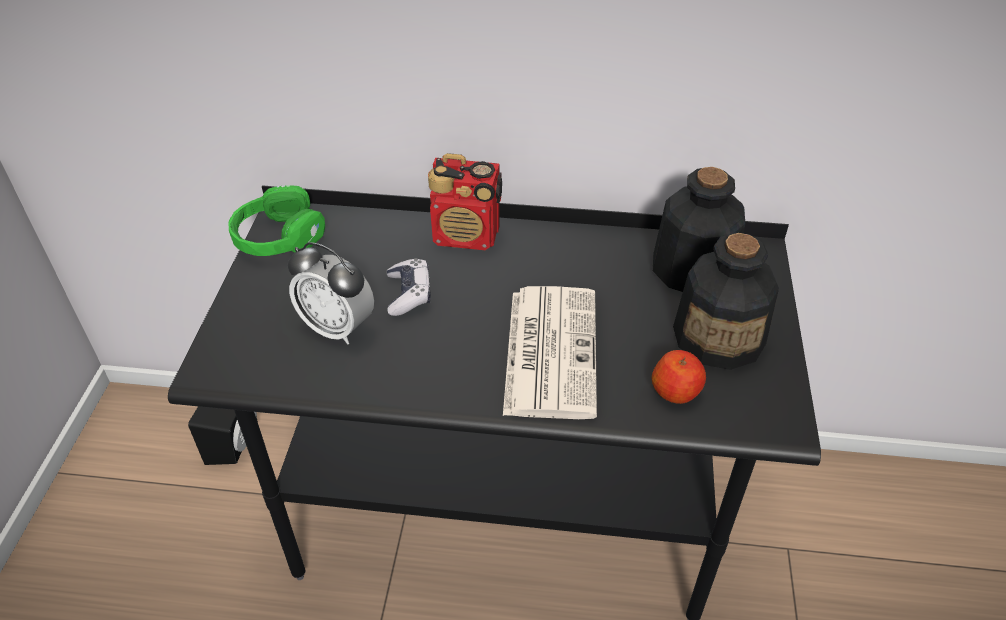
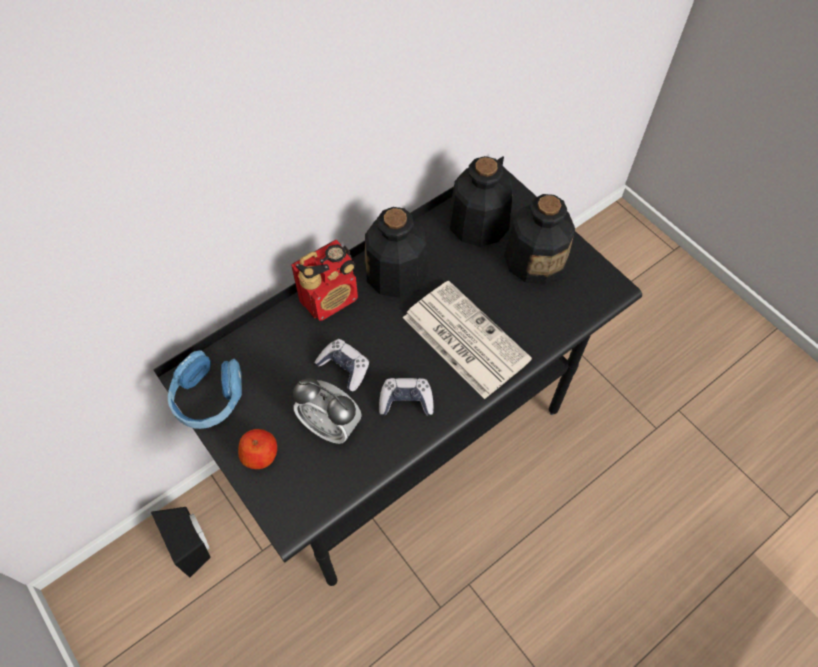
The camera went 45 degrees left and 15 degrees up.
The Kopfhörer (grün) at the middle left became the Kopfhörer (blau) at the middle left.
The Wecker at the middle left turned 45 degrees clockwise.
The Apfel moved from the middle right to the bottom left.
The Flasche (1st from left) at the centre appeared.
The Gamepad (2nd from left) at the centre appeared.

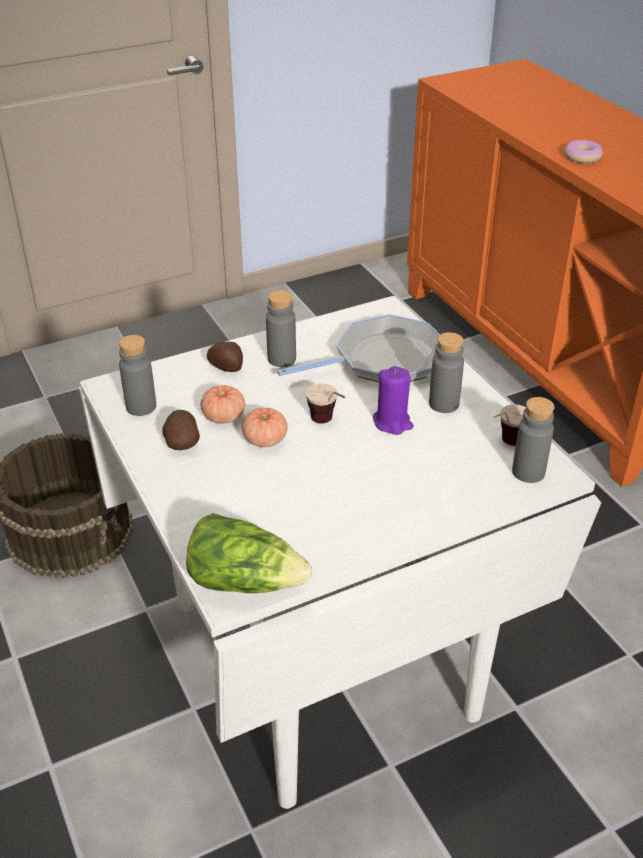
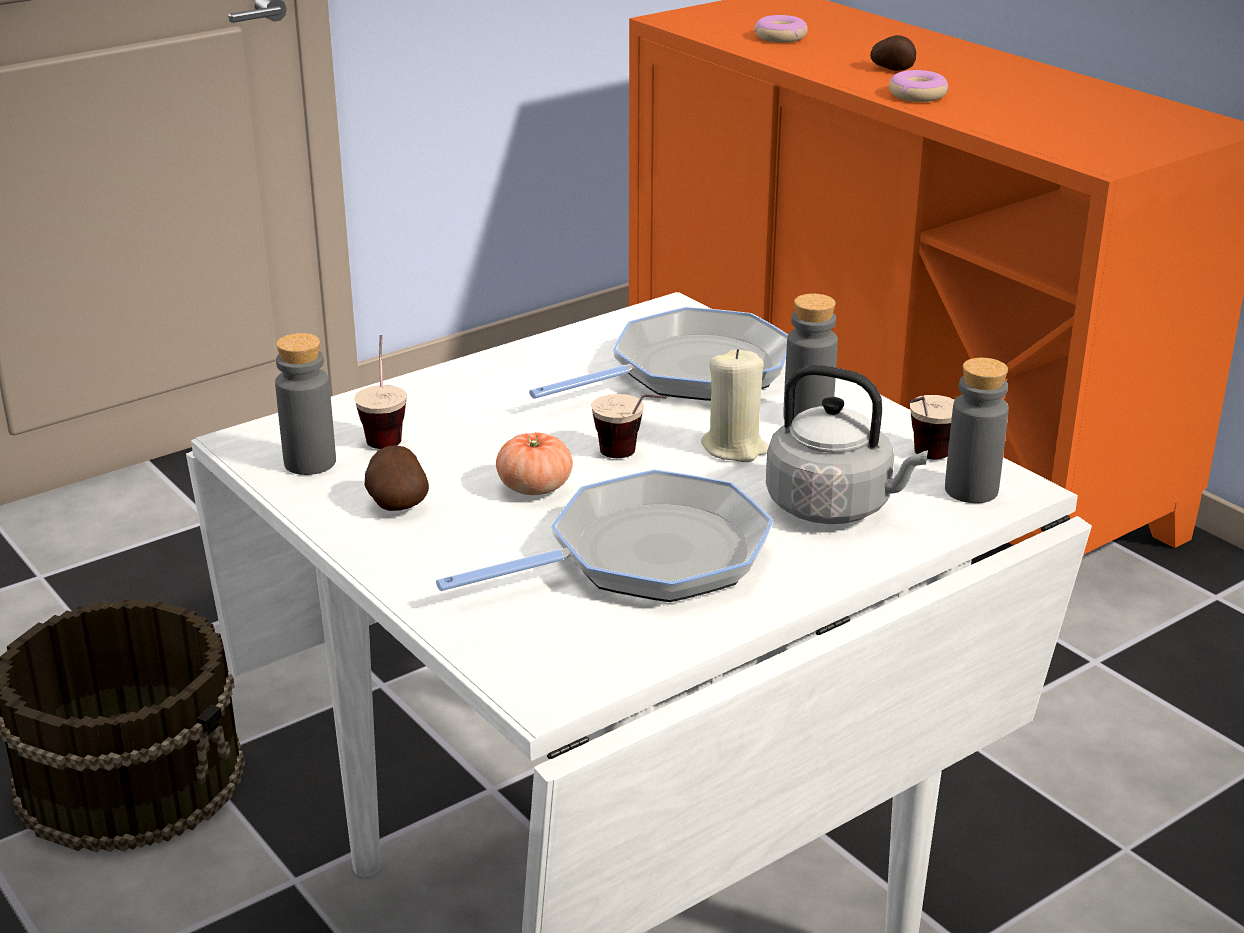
The camera went 10 degrees left and 10 degrees down.
The Salatkopf at the centre disappeared.
The Tomate (1st from left) at the centre disappeared.
The Kartoffel (2nd from left) moved from the centre to the top right.
The Flasche (grau) (2nd from left) at the centre disappeared.
The Kerze (lila) at the centre became the Kerze (beige) at the centre.
The Tasse (1st from left) at the middle left appeared.
The Pfanne (1st from left) at the centre appeared.
The Donut (1st from left) at the top centre appeared.
The Wasserkessel (grau) at the middle right appeared.

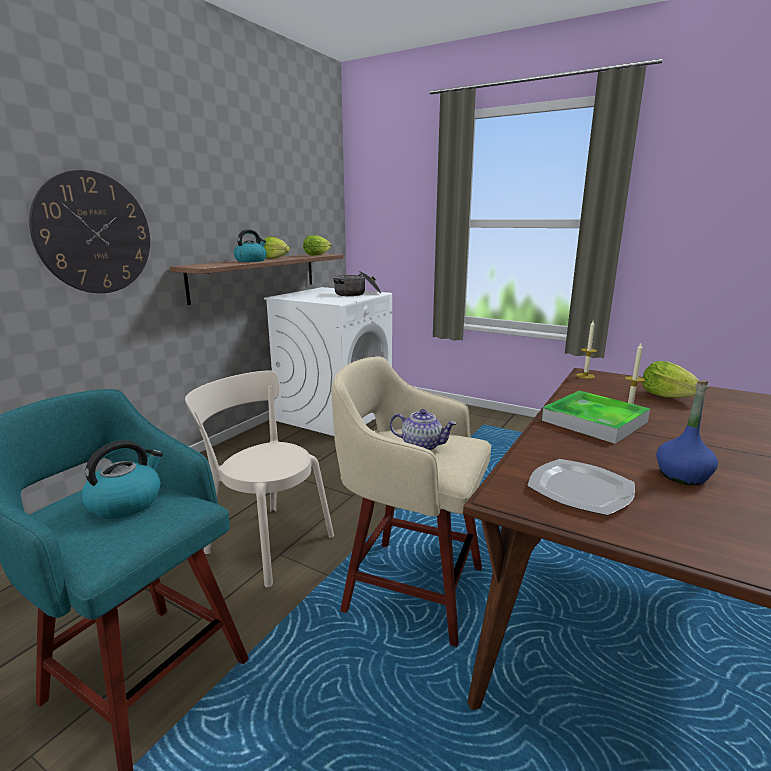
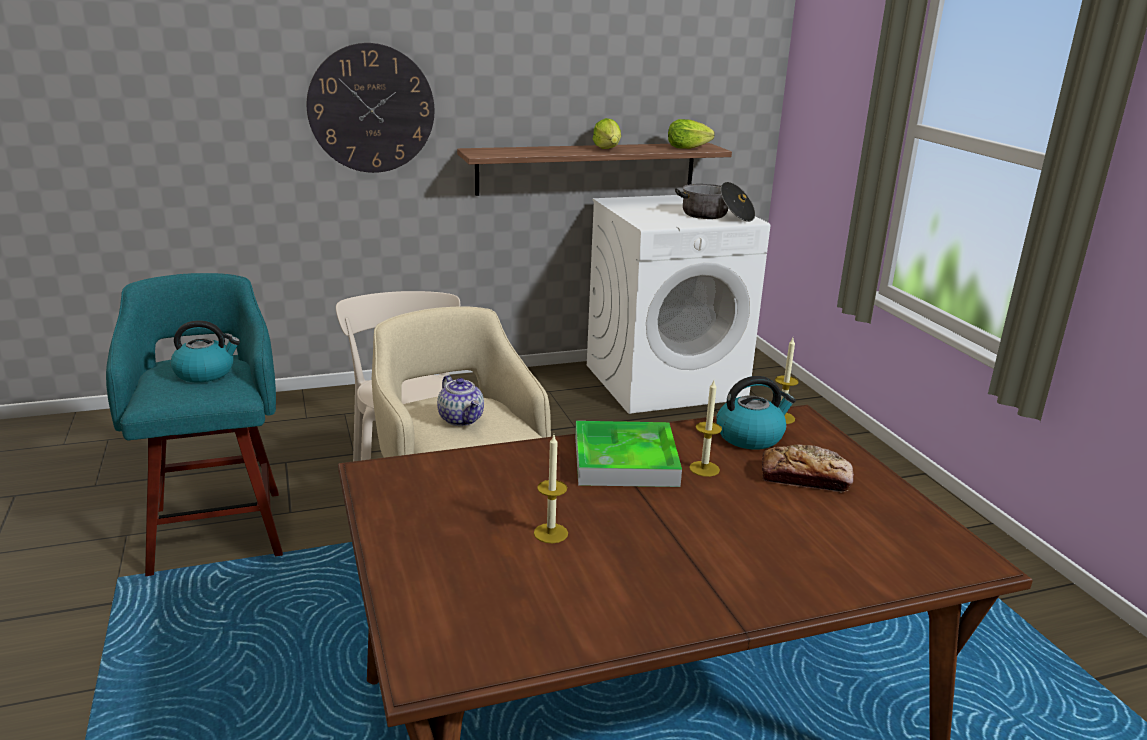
The camera went 40 degrees right and 5 degrees up.
The Wasserkessel (2nd from left) moved from the top left to the centre.
The Teller at the middle right disappeared.
The Salatkopf (3rd from left) at the middle right was replaced by the Brot at the middle right.
The Flasche (blau) at the middle right was replaced by the Kerze (1st from left) at the centre.

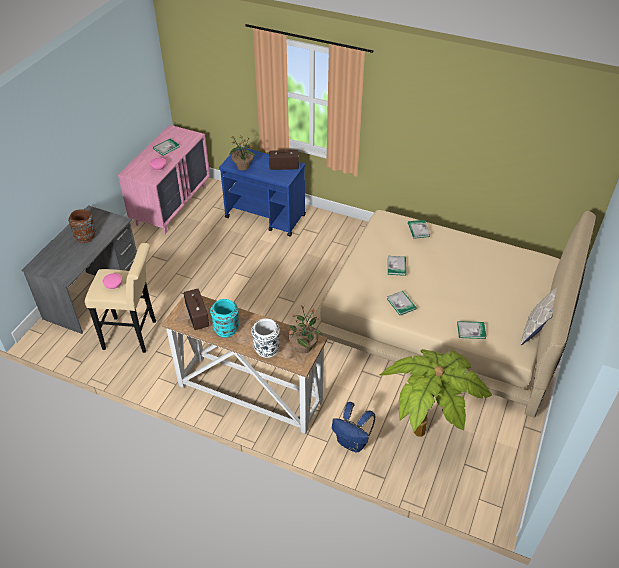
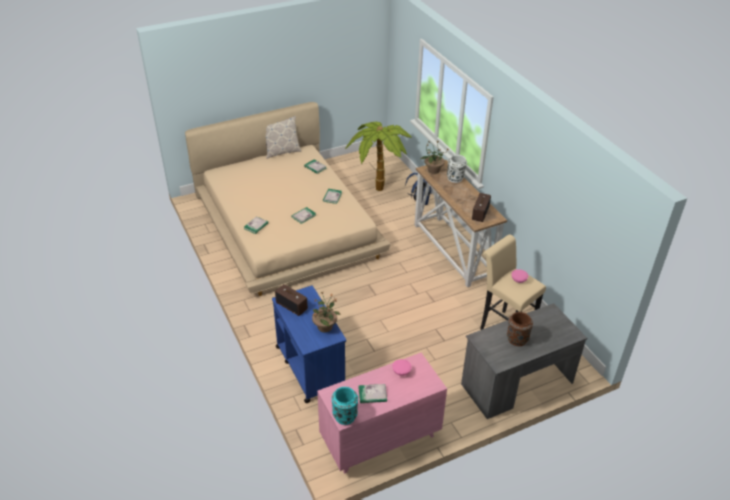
The camera went 140 degrees left and 5 degrees down.
The Vase (türkis) moved from the centre to the bottom centre.

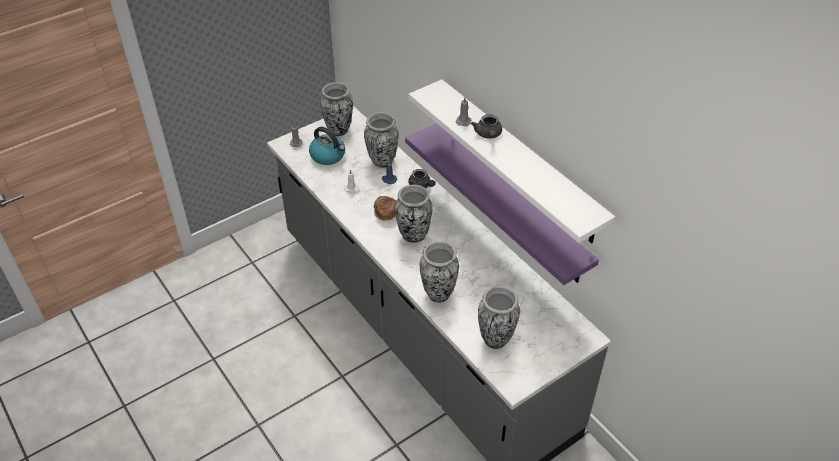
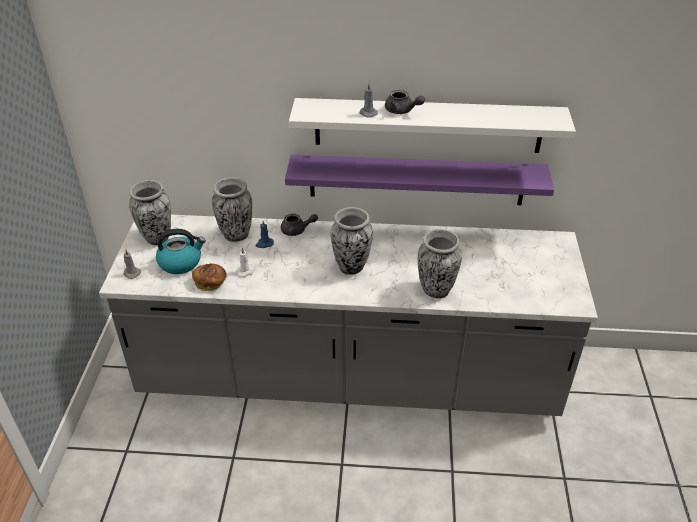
The camera went 50 degrees left and 5 degrees down.
The Brot moved from the centre to the middle left.
The Vase (5th from left) at the bottom centre disappeared.

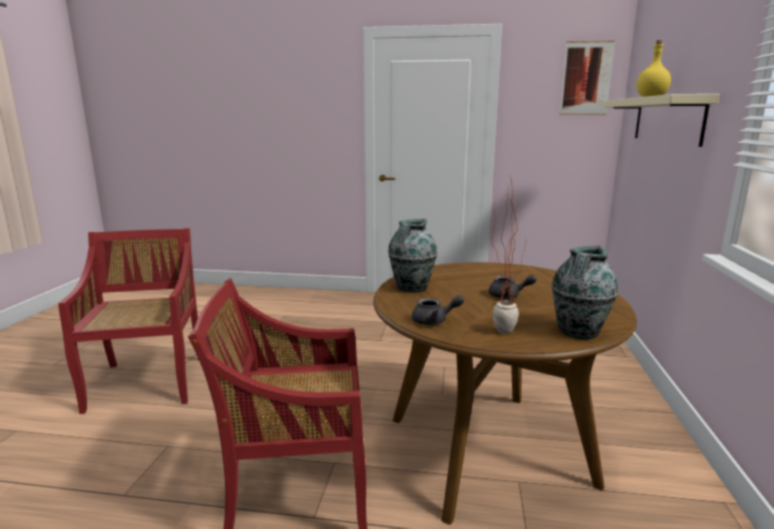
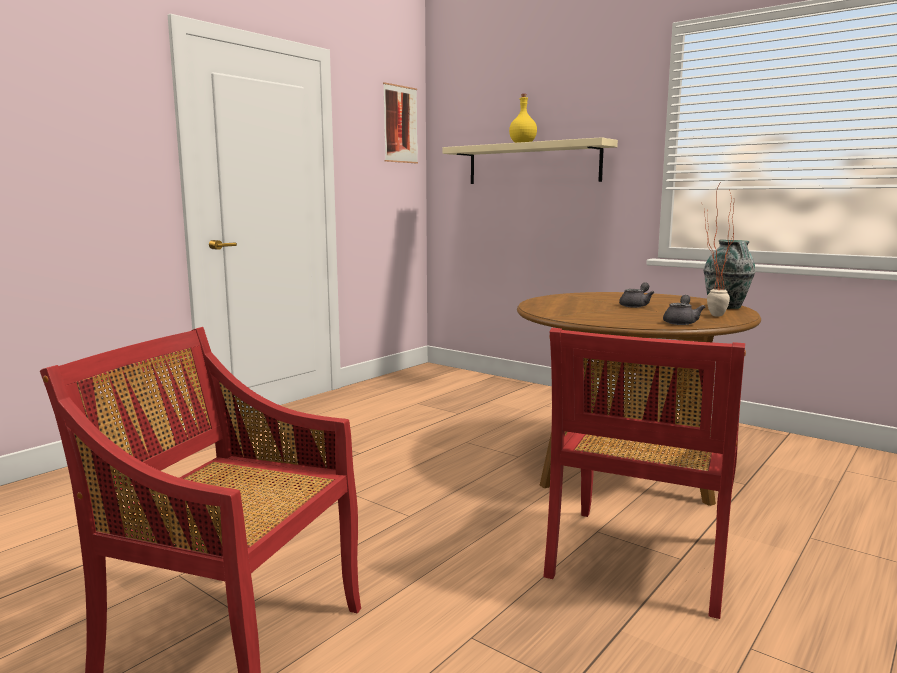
The camera went 60 degrees left and 5 degrees down.
The Vase (1st from left) at the centre disappeared.

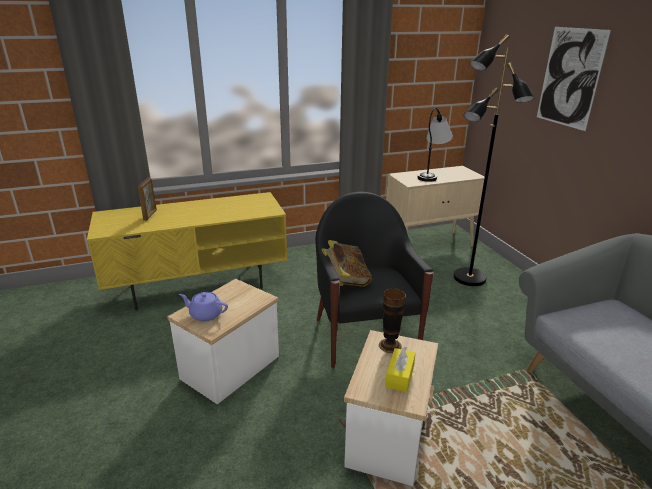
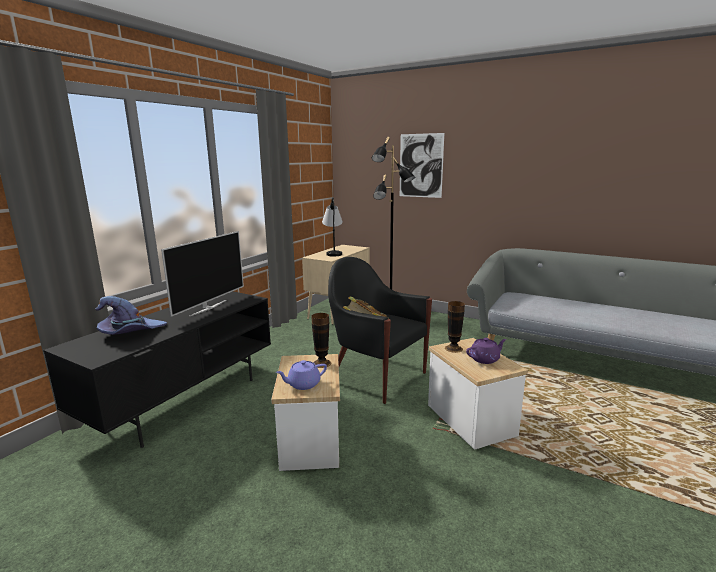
The camera went 40 degrees left and 10 degrees down.
The Fernsehschrank (gelb) at the middle left became the Fernsehschrank (schwarz) at the middle left.
The Bilderrahmen at the middle left was replaced by the Hut (lila) at the middle left.
The Taschentuchbox (gelb) at the bottom centre was replaced by the Teekanne (lila) (2nd from left) at the middle right.
The Fernseher at the middle left appeared.
The Vase (1st from left) at the centre appeared.

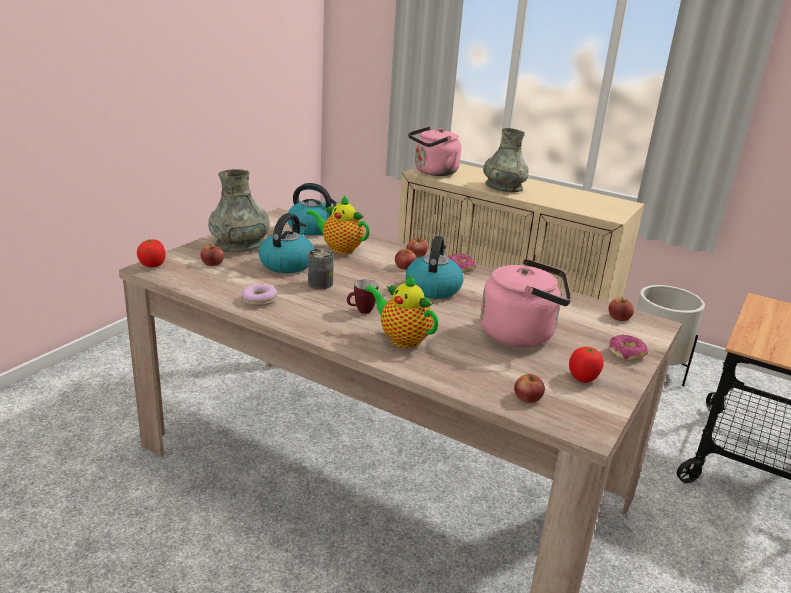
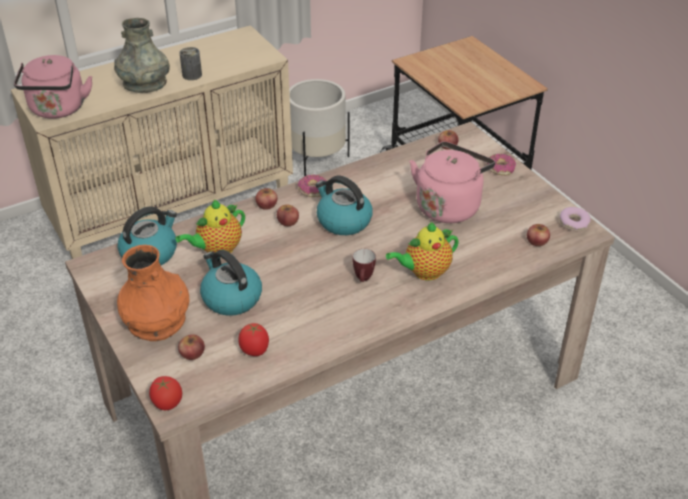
The camera went 60 degrees left and 15 degrees up.
The Vase (grau) (1st from left) at the middle left became the Vase (orange) at the middle left.
The Donut (1st from left in the first image) moved from the middle left to the middle right.
The Dose moved from the centre to the top left.
The Tomate (2nd from left) moved from the middle right to the bottom centre.

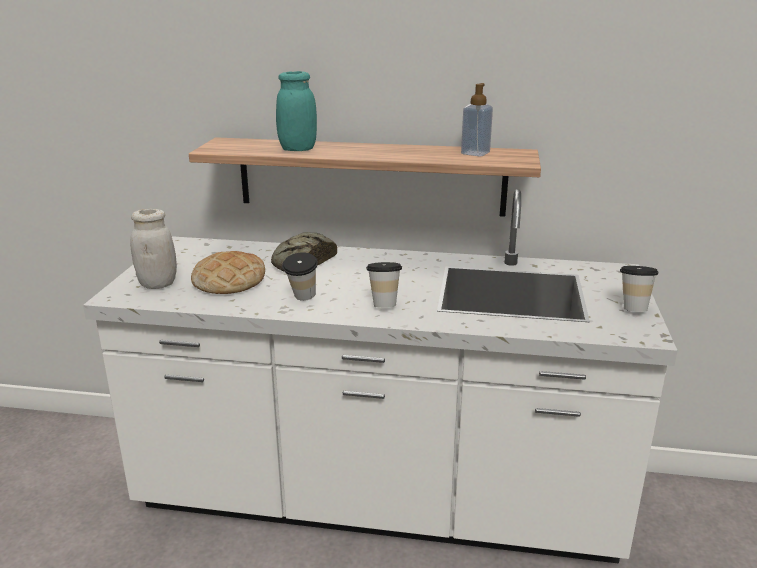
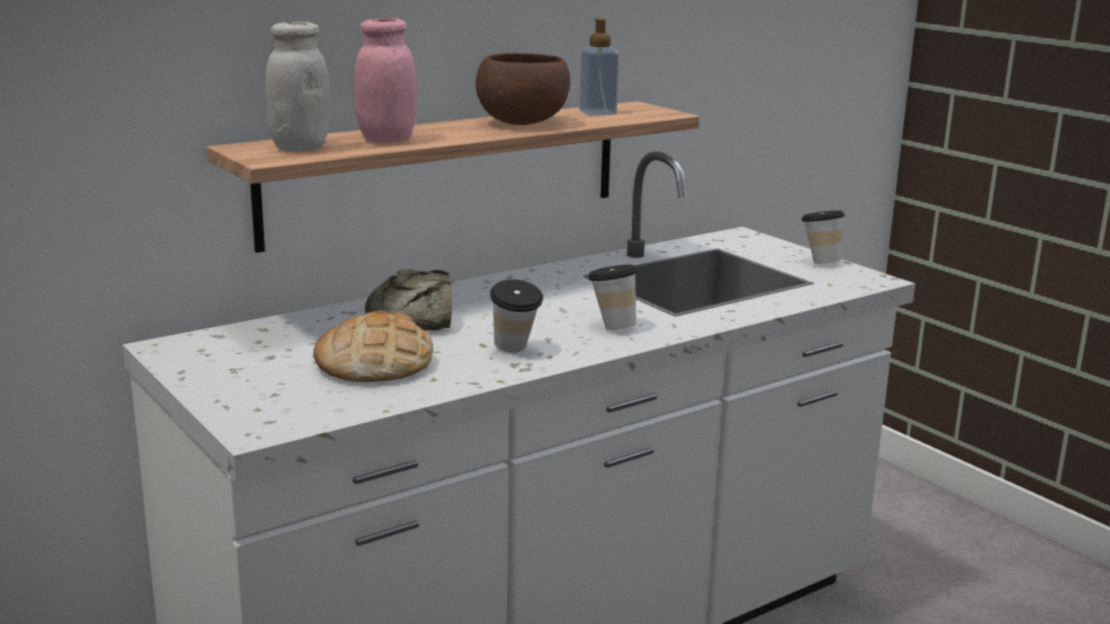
The camera went 45 degrees left and 5 degrees down.
The Vorratsglas (weiß) moved from the middle left to the top left.
The Vorratsglas (türkis) at the top centre became the Vorratsglas (rosa) at the top centre.
The Schüssel (braun) at the top centre appeared.

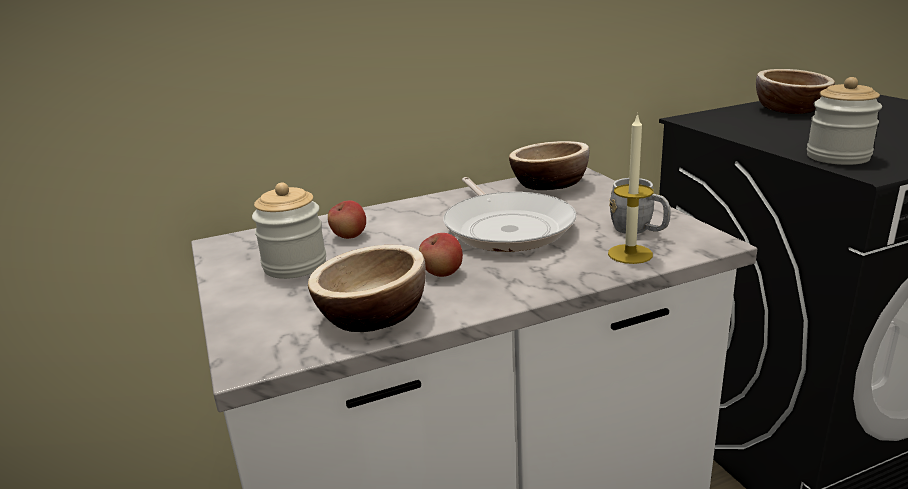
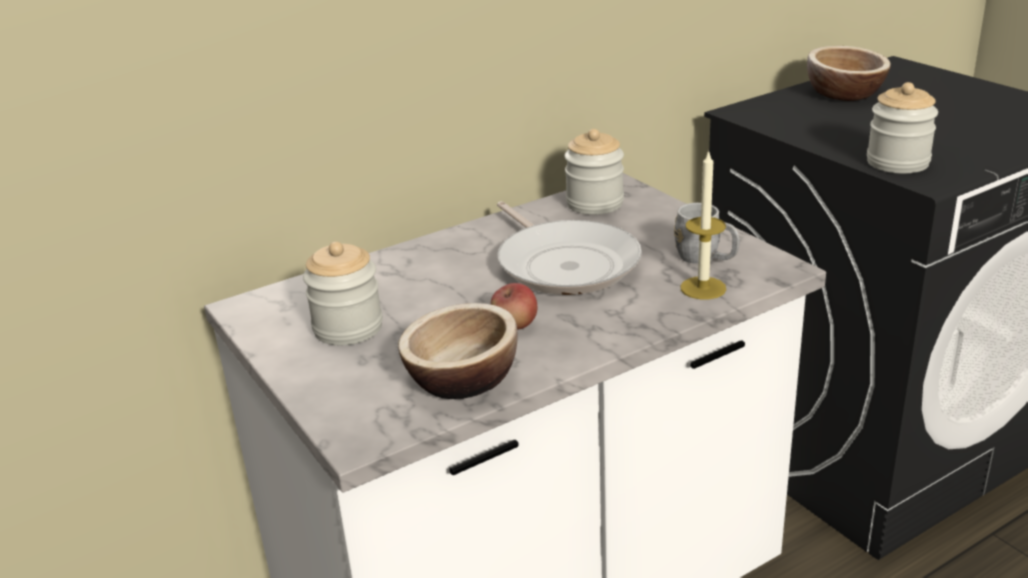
The camera went 10 degrees left and 5 degrees up.
The Apfel (1st from left) at the centre disappeared.
The Schüssel (2nd from left) at the centre was replaced by the Vorratsglas (2nd from left) at the top centre.

